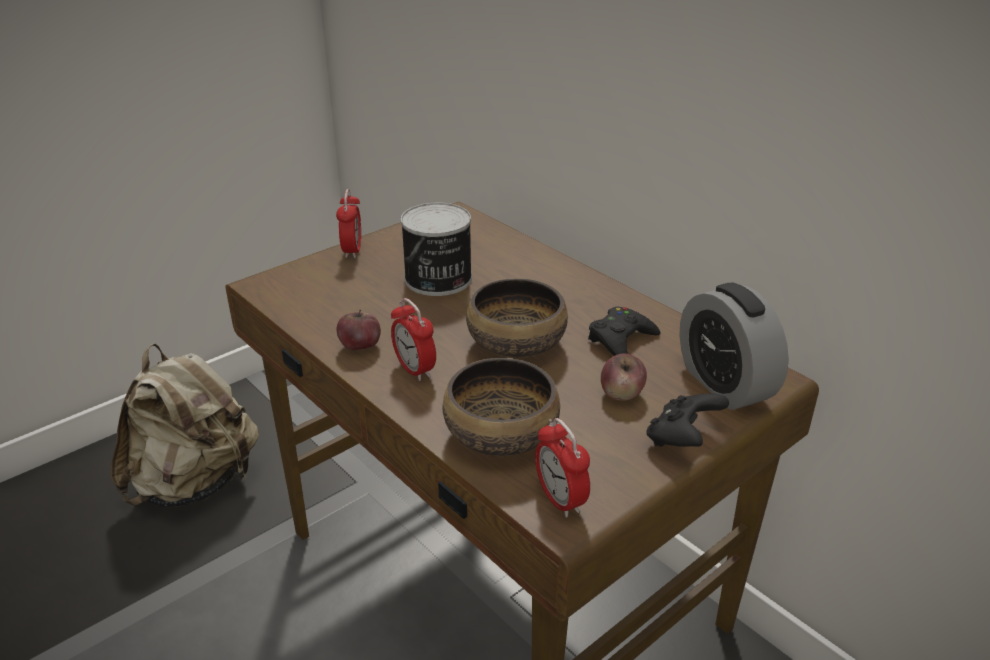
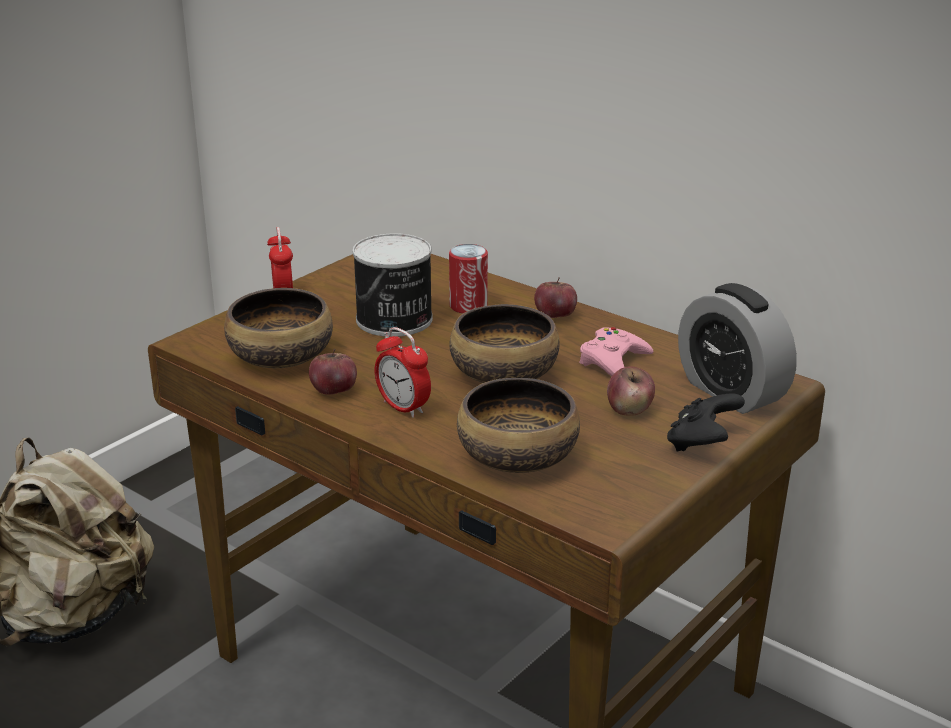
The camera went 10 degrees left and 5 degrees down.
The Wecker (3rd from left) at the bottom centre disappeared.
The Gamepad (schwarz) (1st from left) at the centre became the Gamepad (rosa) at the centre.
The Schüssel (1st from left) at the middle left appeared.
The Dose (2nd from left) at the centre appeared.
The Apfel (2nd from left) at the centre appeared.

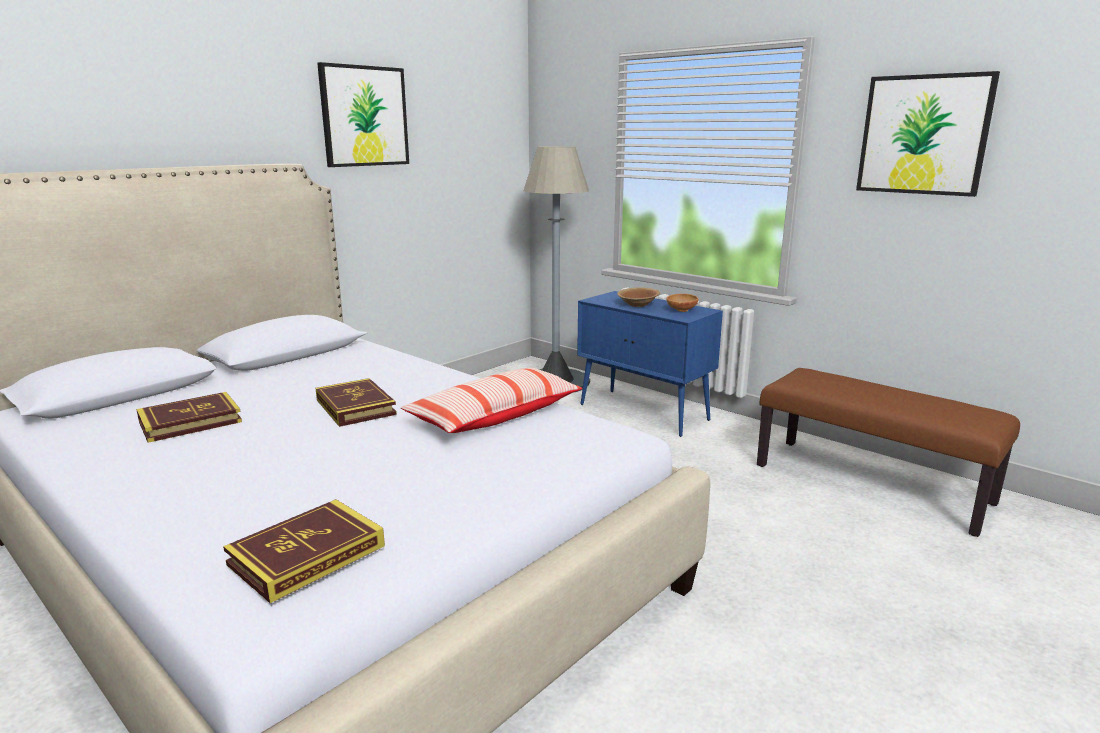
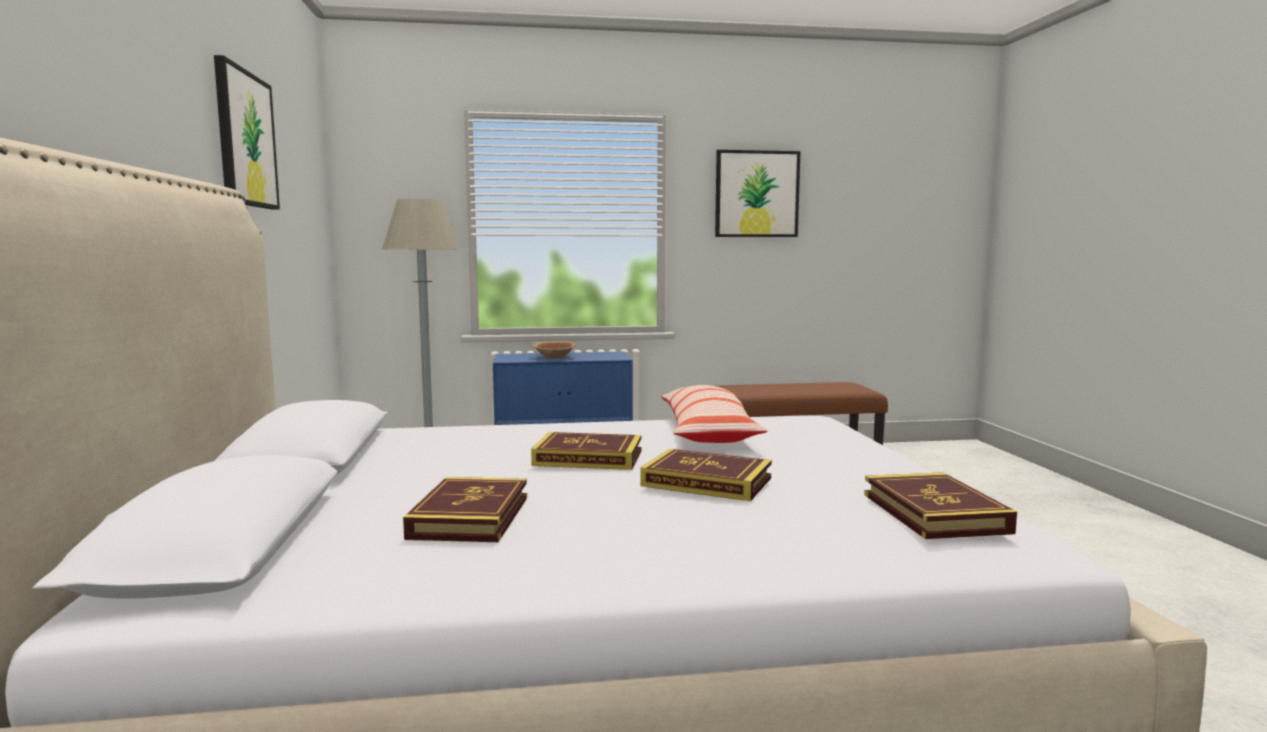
The camera went 50 degrees left and 10 degrees down.
The Schüssel (braun) (2nd from left) at the centre disappeared.
The Buch (3rd from left) at the centre appeared.

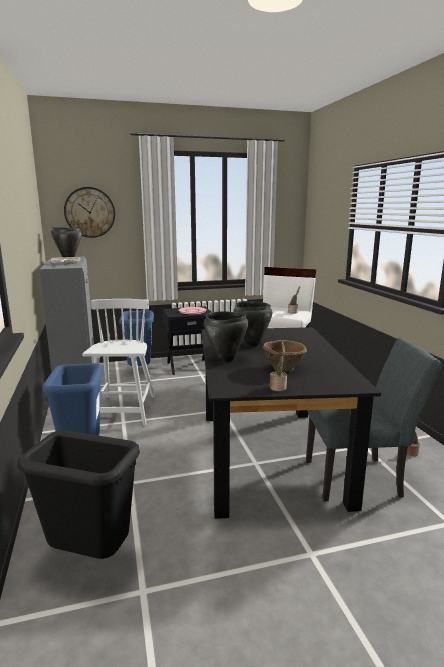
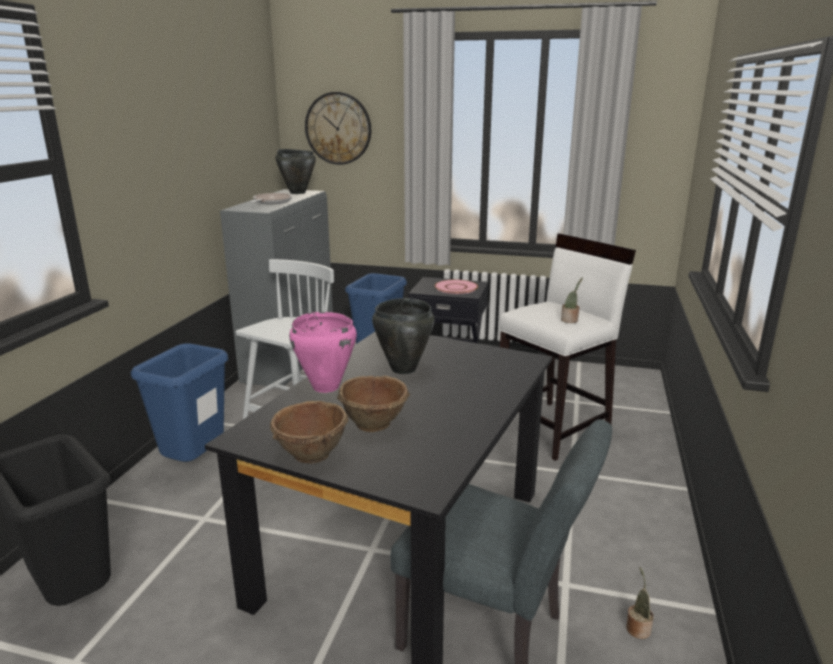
The camera went 30 degrees right and 5 degrees up.
The Kochtopf (schwarz) (2nd from left) at the centre became the Kochtopf (rosa) at the centre.
The Topfpflanze (1st from left) at the centre was replaced by the Schüssel (braun) (1st from left) at the centre.

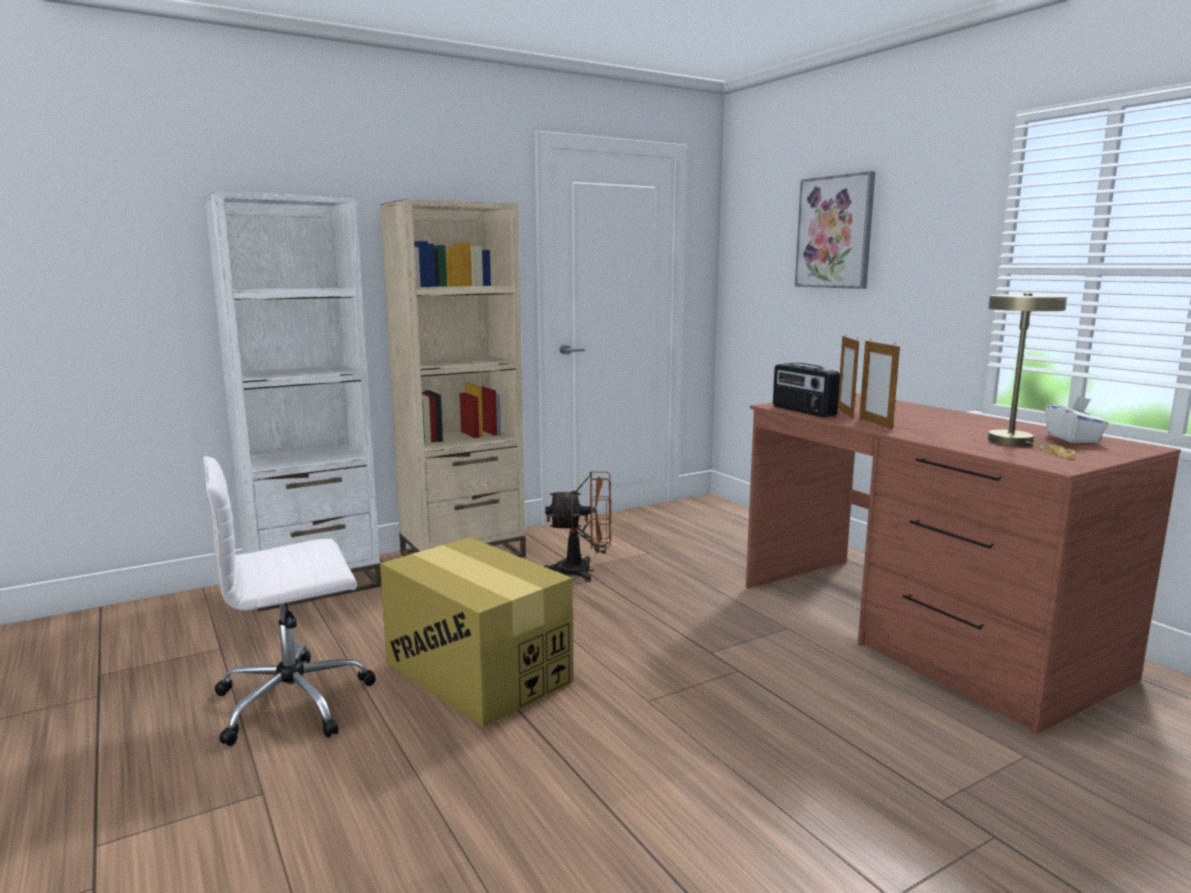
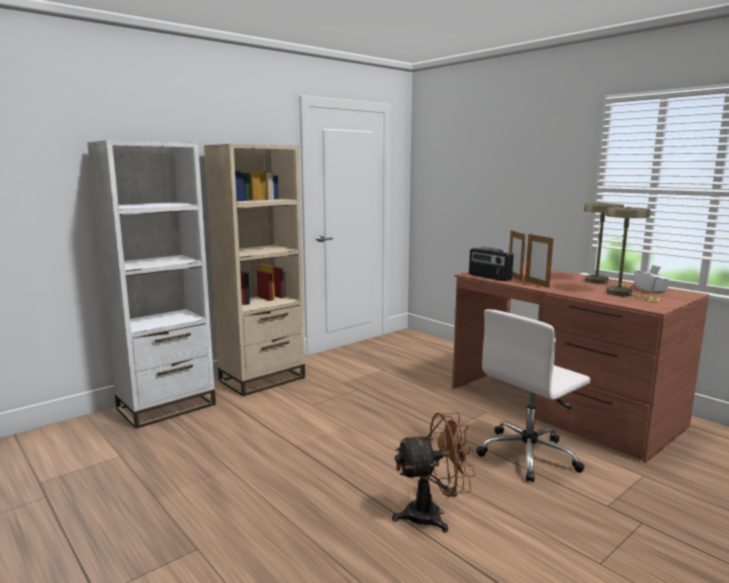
The camera went 10 degrees left and 0 degrees up.
The Bürostuhl (weiß) moved from the bottom left to the bottom right.
The Karton at the bottom centre disappeared.
The Ventilator (braun) moved from the centre to the bottom centre.
The Bild at the top right disappeared.
The Tischlampe (beige) (1st from left) at the middle right appeared.

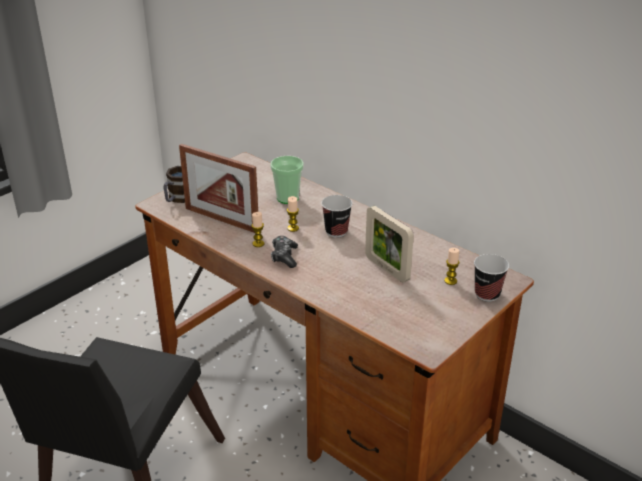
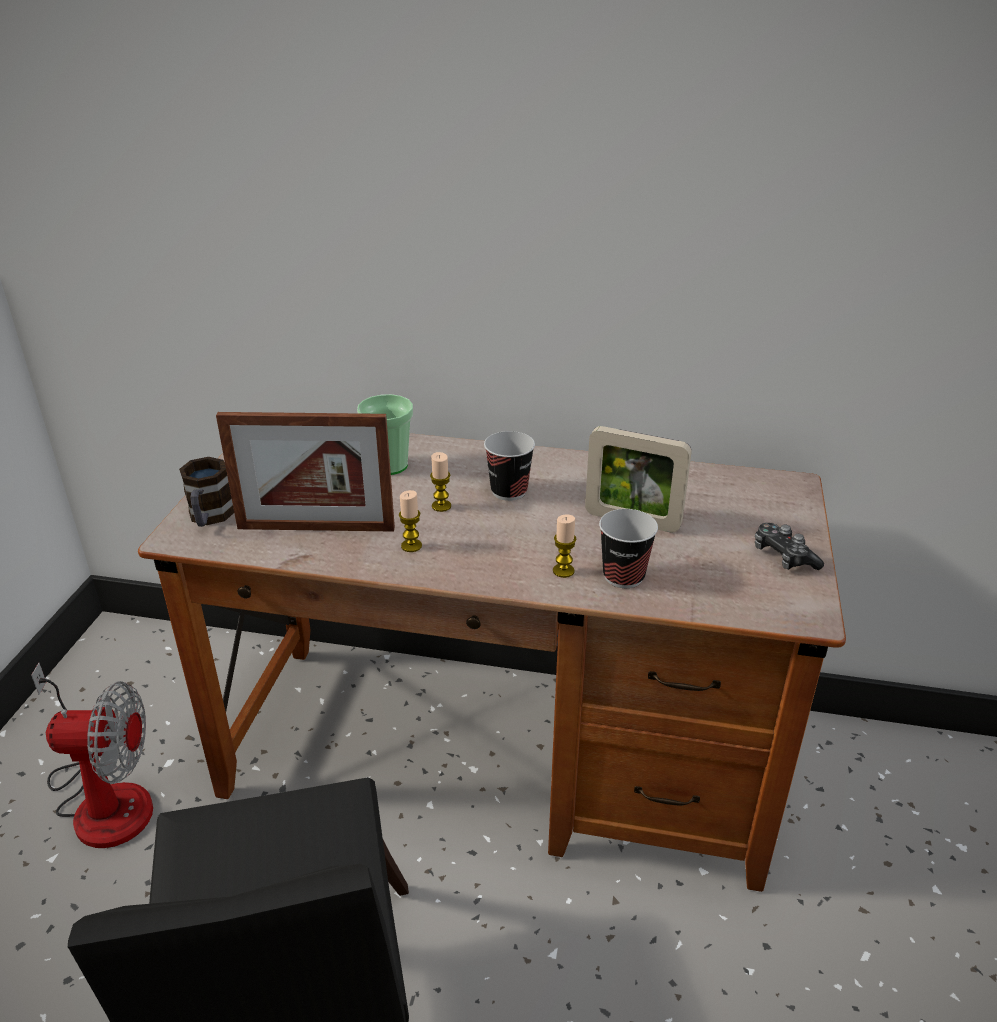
The camera went 30 degrees left and 0 degrees up.
The Gamepad moved from the centre to the middle right.
The Kerze (3rd from left) moved from the middle right to the centre.
The Tasse (3rd from left) moved from the middle right to the centre.
The Ventilator at the bottom left appeared.

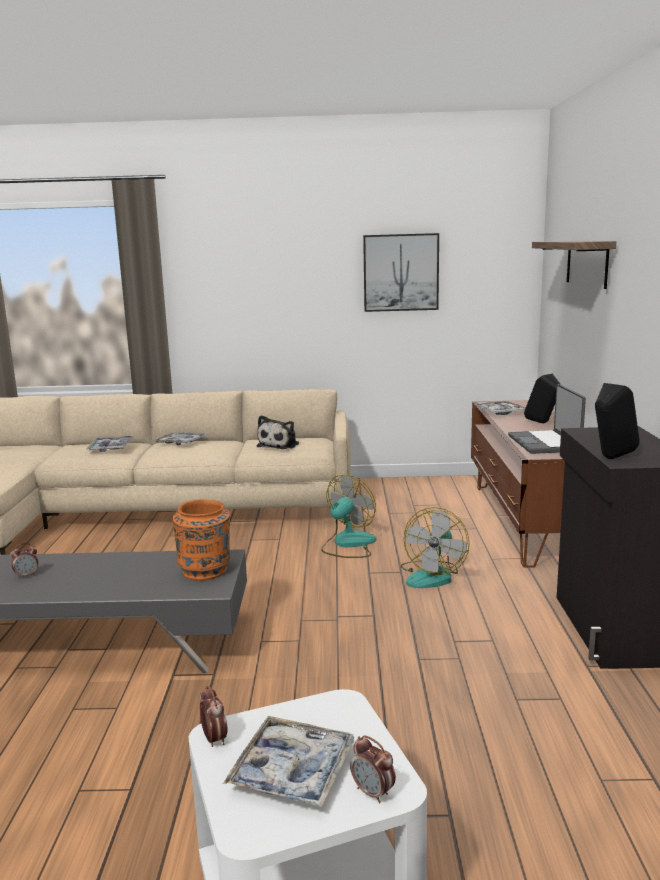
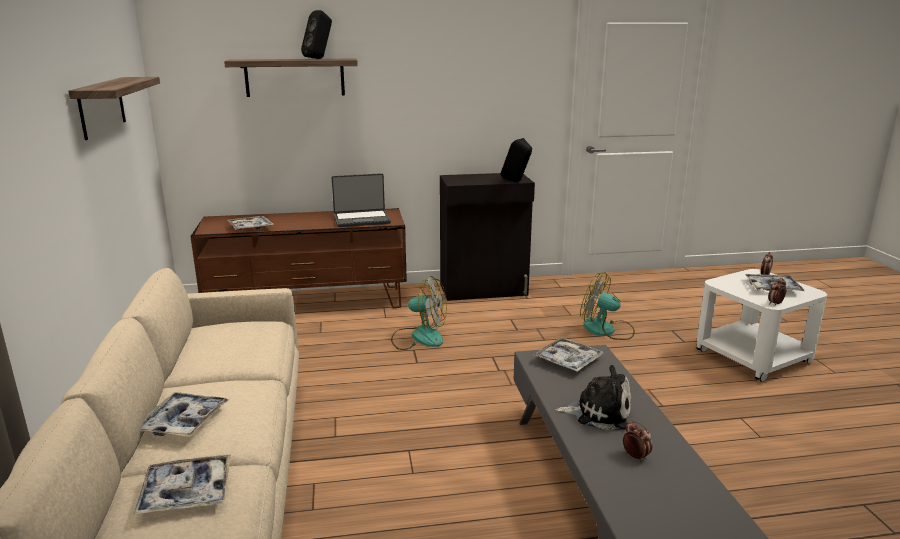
The camera went 100 degrees left and 5 degrees up.
The Vase (orange) at the middle left was replaced by the Tablett (4th from left) at the centre.
The Plüschtier moved from the centre to the bottom centre.
The Ventilator (1st from left in the first image) moved from the centre to the middle right.
The Bild at the top centre was replaced by the Wandregal (1st from left) at the top left.
The Lautsprecher (schwarz) (1st from left) moved from the middle right to the top centre.

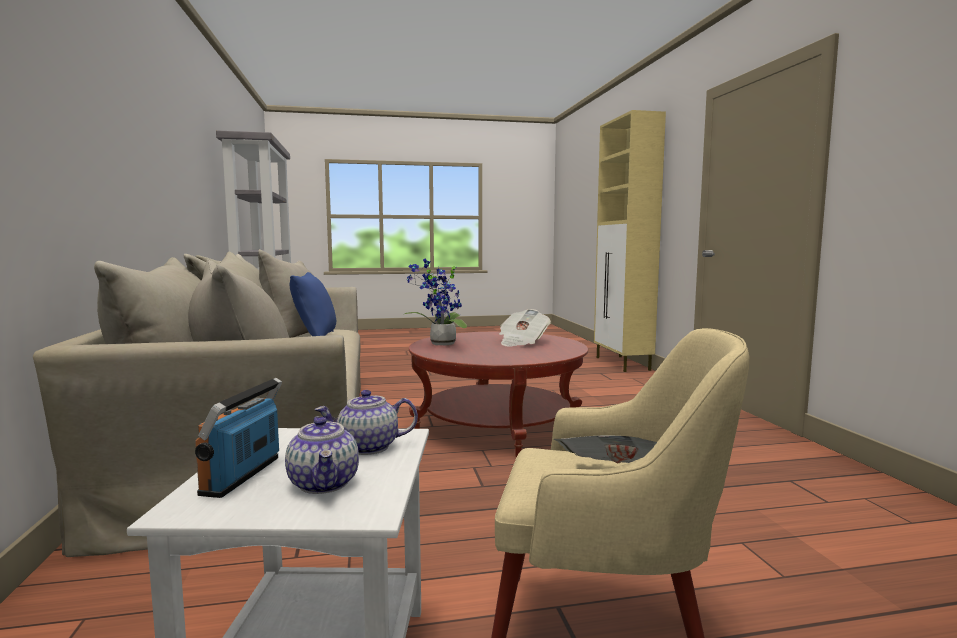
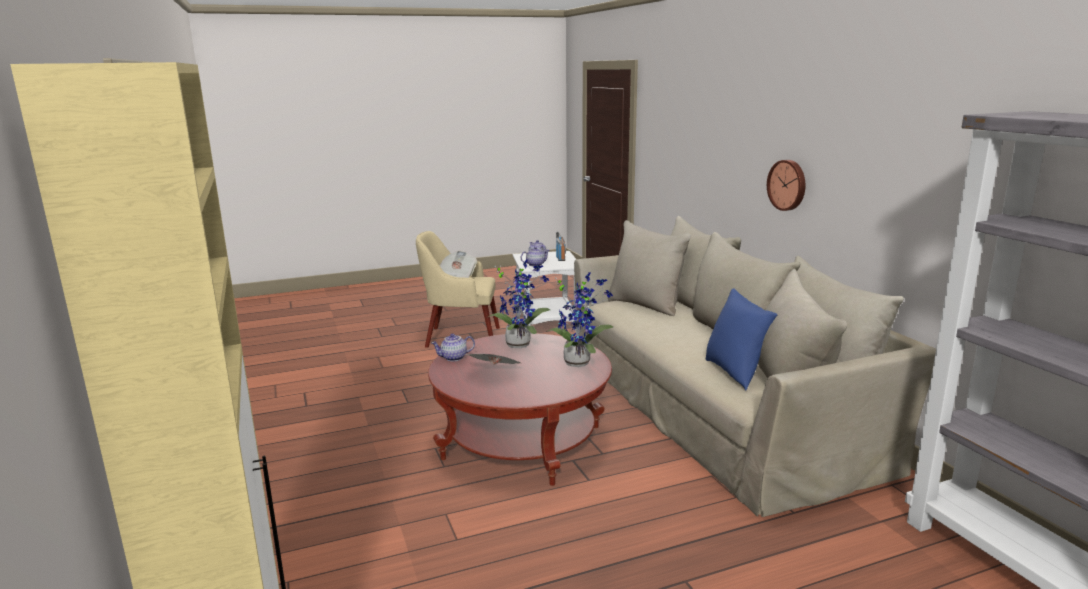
The camera went 170 degrees right and 10 degrees up.
The Teekanne (1st from left) at the centre appeared.
The Topfpflanze (1st from left) at the centre appeared.
The Wanduhr at the top right appeared.

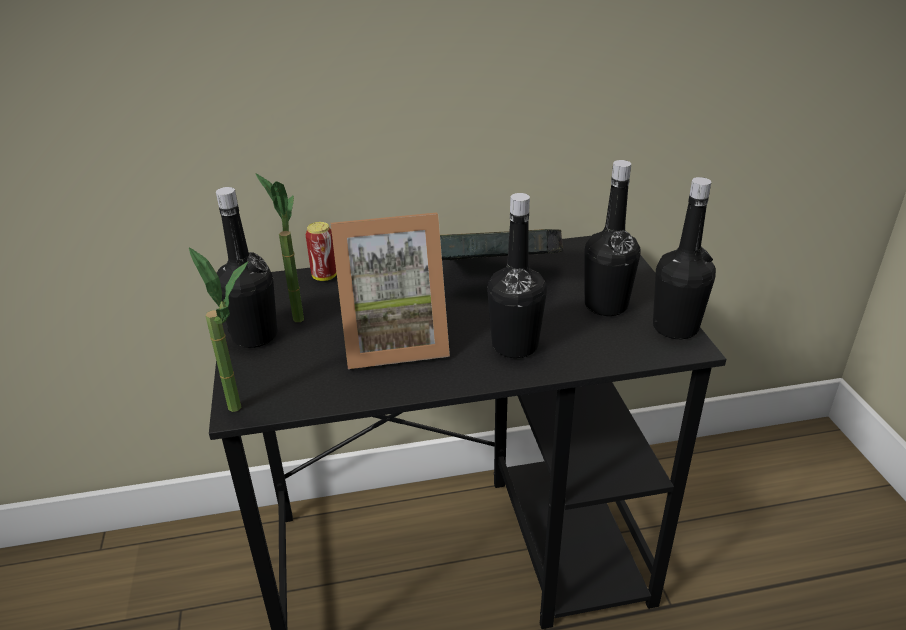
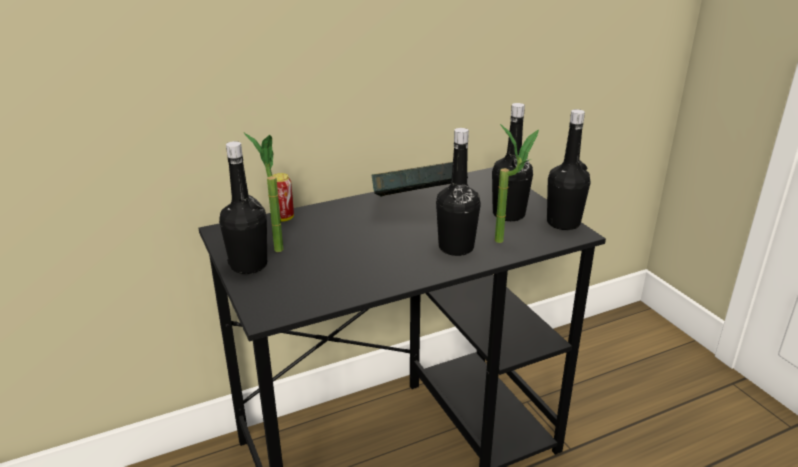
The camera went 15 degrees left and 5 degrees down.
The Topfpflanze (1st from left in the first image) moved from the middle left to the centre.
The Bilderrahmen at the centre disappeared.

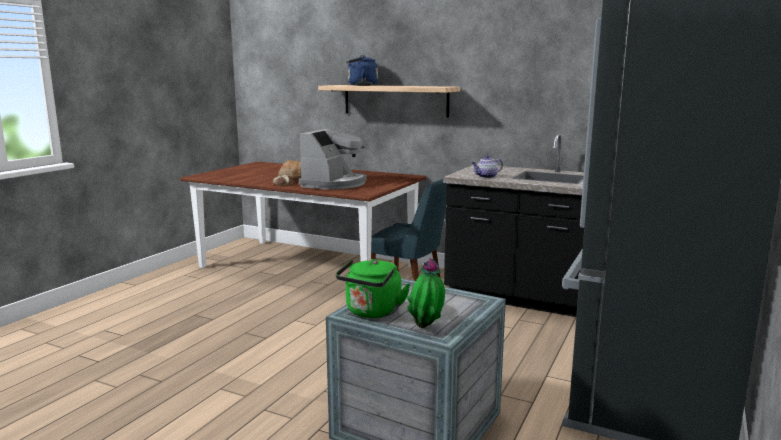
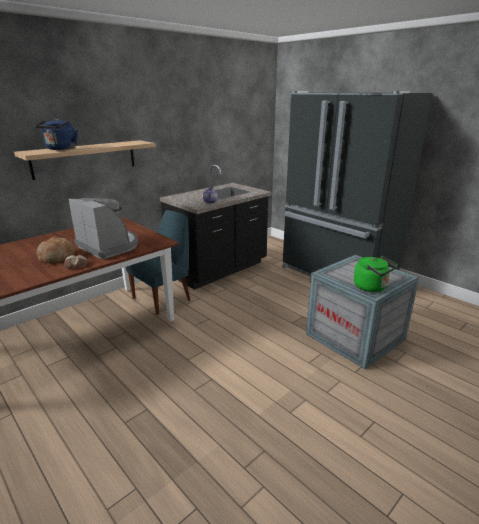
The camera went 70 degrees left and 10 degrees up.
The Topfpflanze at the centre disappeared.

